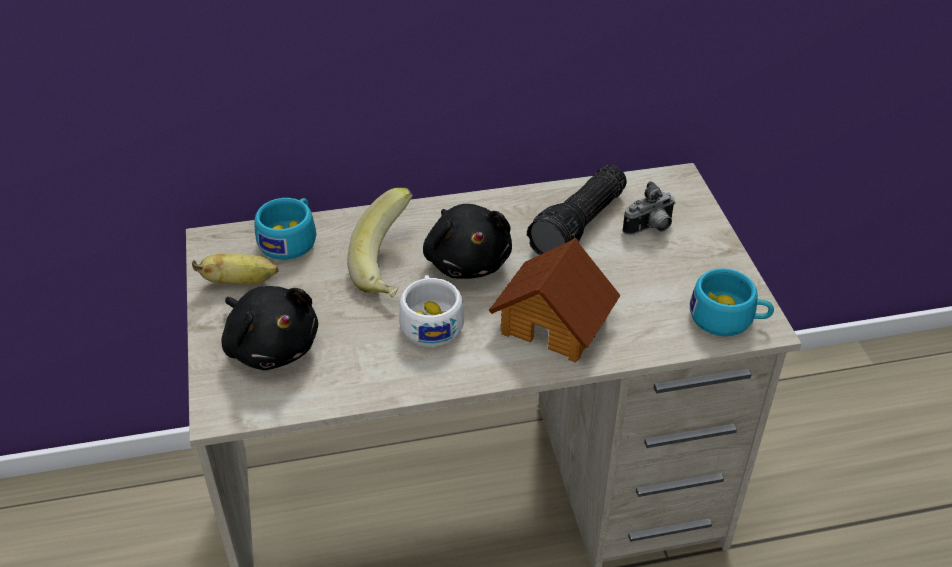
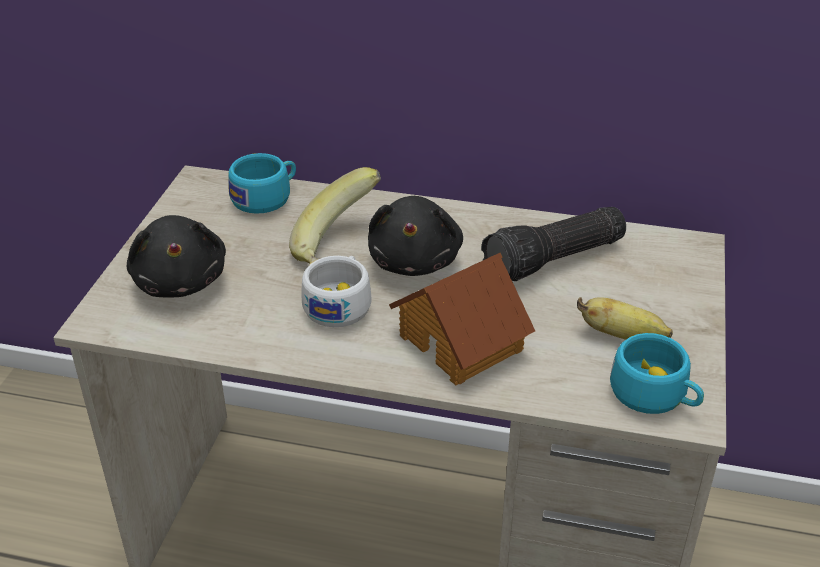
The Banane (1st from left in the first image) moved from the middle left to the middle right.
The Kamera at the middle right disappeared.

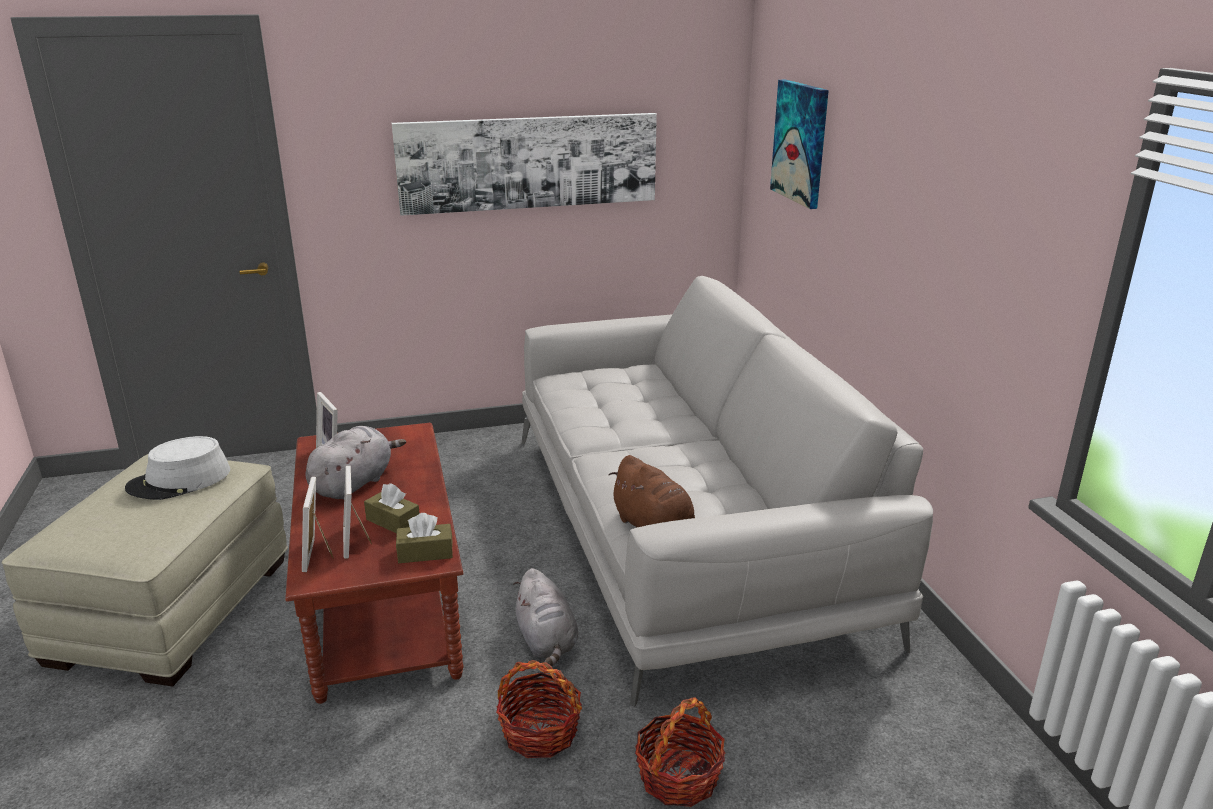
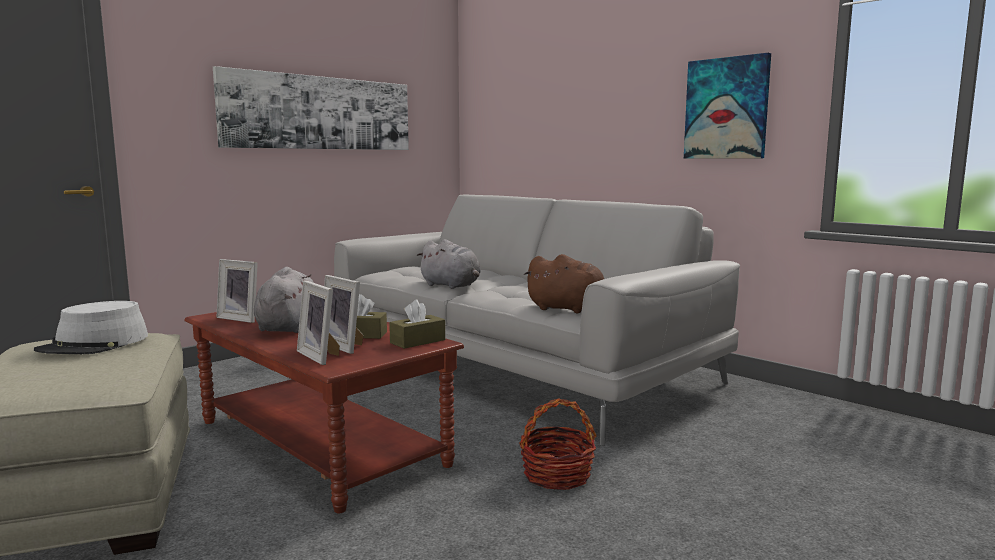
The Plüschtier/grau (2nd from left) moved from the bottom centre to the centre.
The Korb (2nd from left) at the bottom centre disappeared.
The Bild (2nd from left) moved from the top centre to the top right.

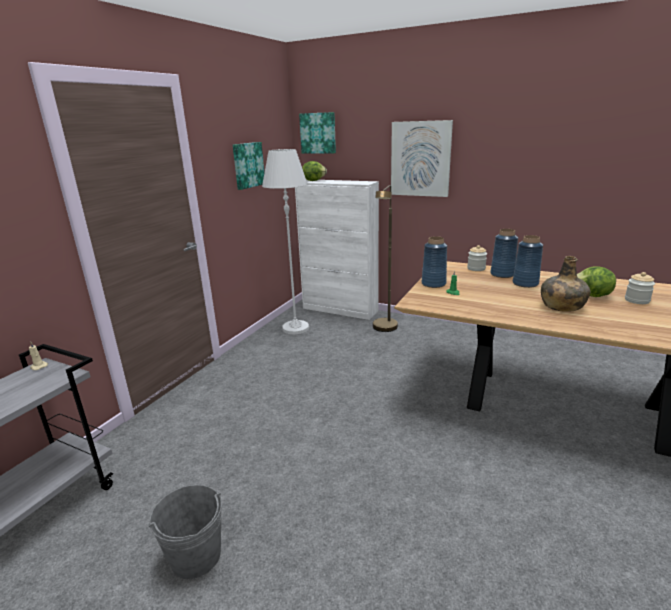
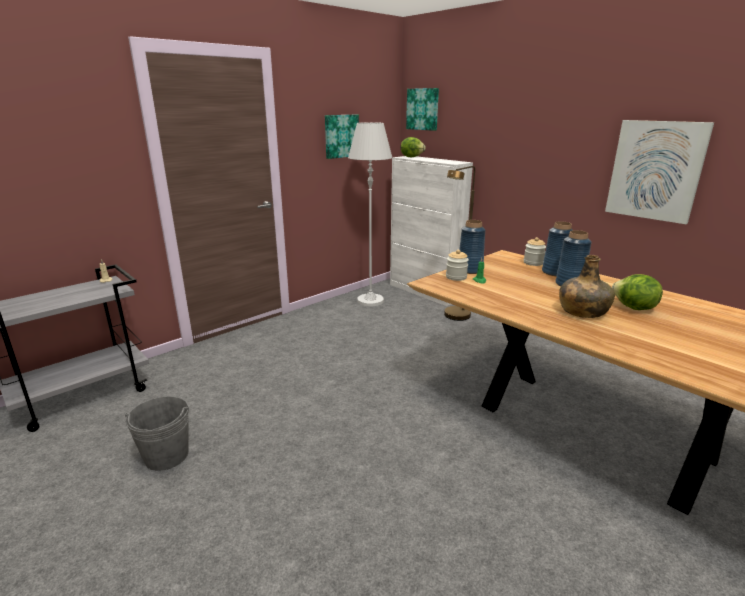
The Bild (3rd from left) moved from the top centre to the top right.
The Vorratsglas (2nd from left in the first image) moved from the middle right to the centre.

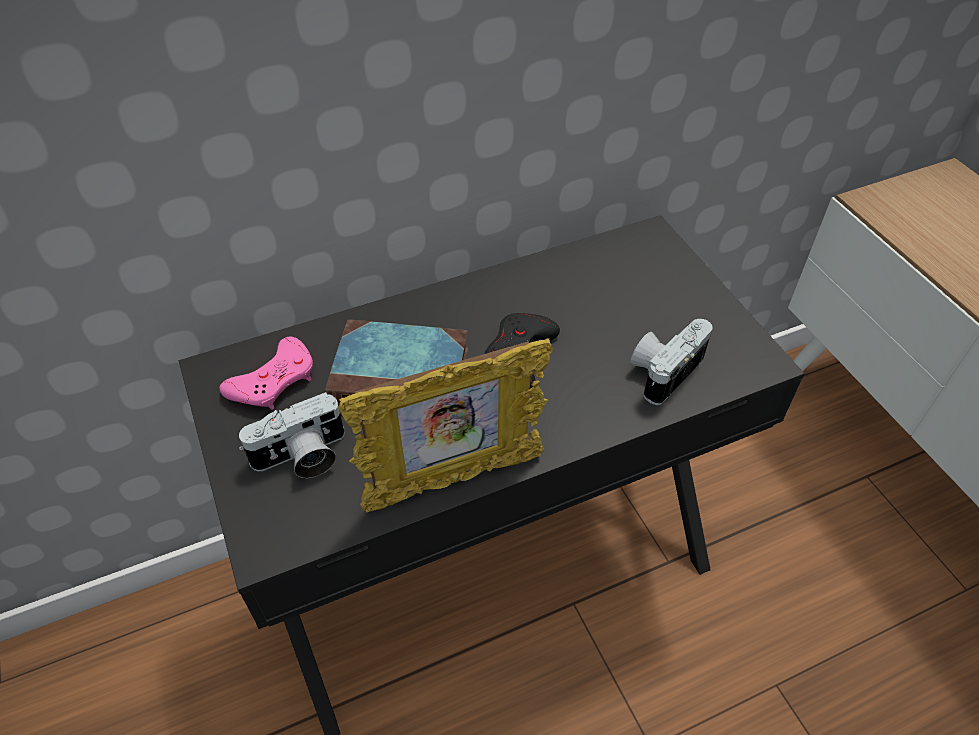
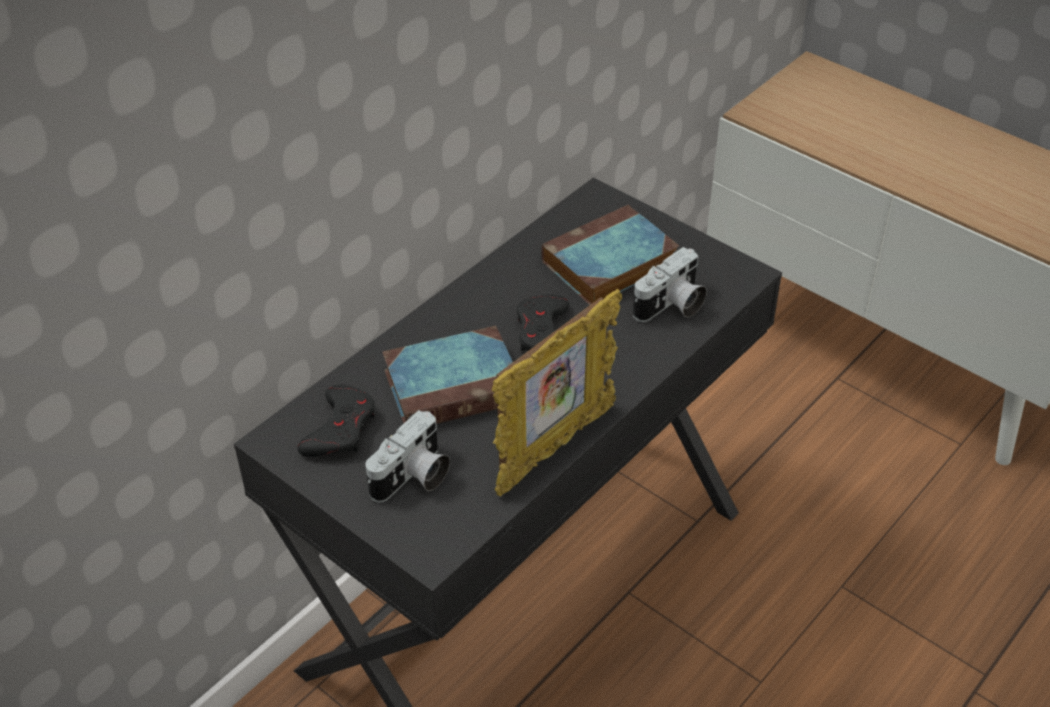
The Gamepad/rosa at the middle left became the Gamepad/schwarz (1st from left) at the middle left.
The Kamera (2nd from left) at the middle right turned 150 degrees counterclockwise.
The Buch (2nd from left) at the centre appeared.

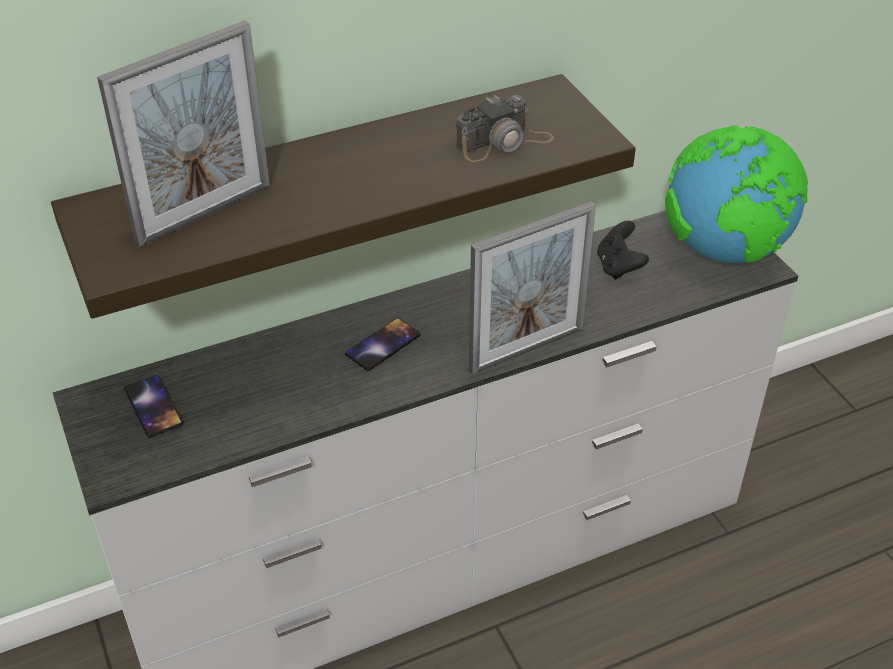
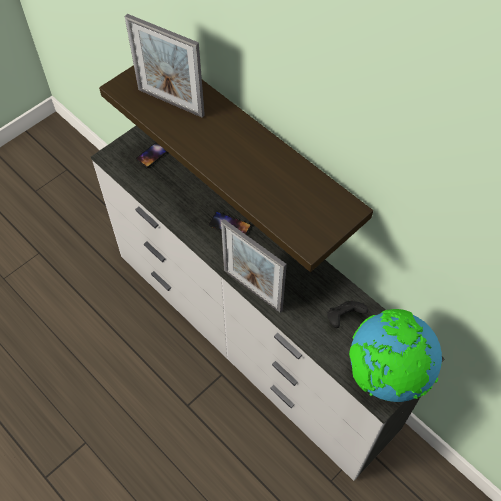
The Kamera at the top centre disappeared.

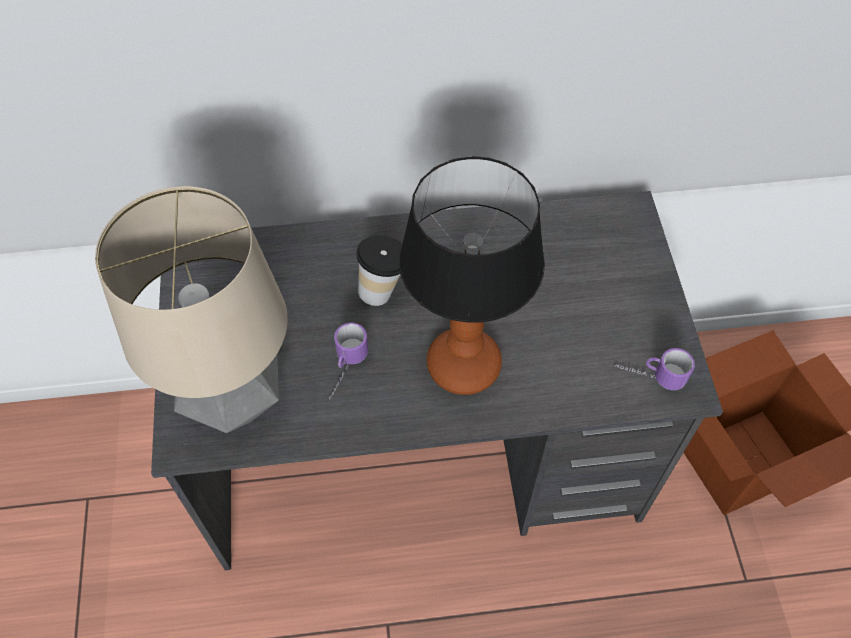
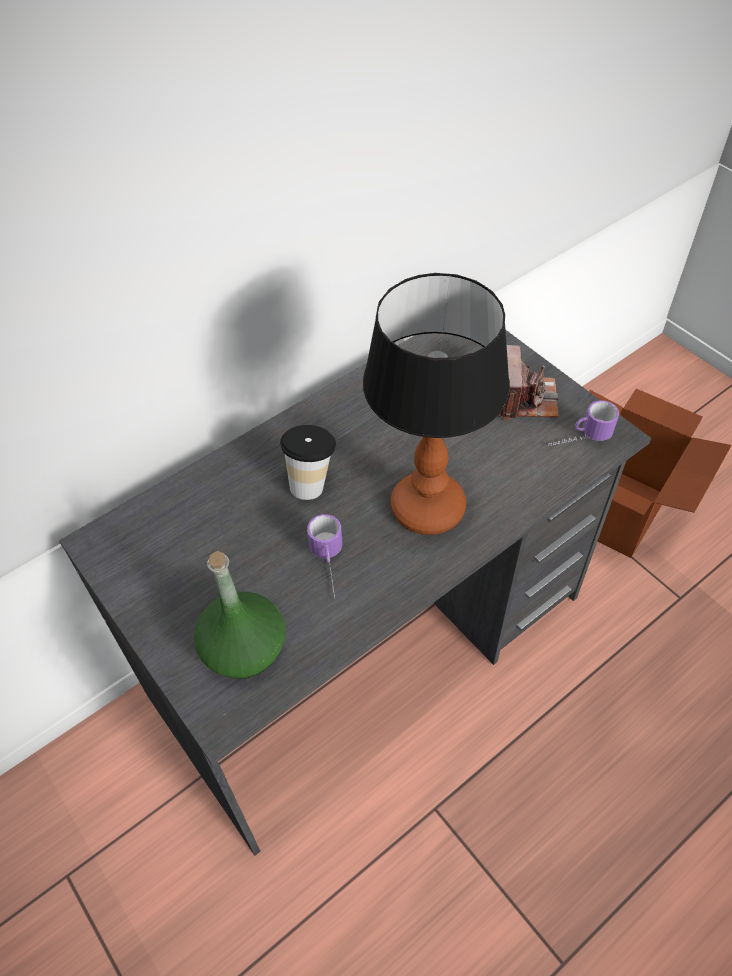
The Tischlampe (1st from left) at the middle left was replaced by the Flasche/grün at the middle left.
The Kamera at the middle right appeared.

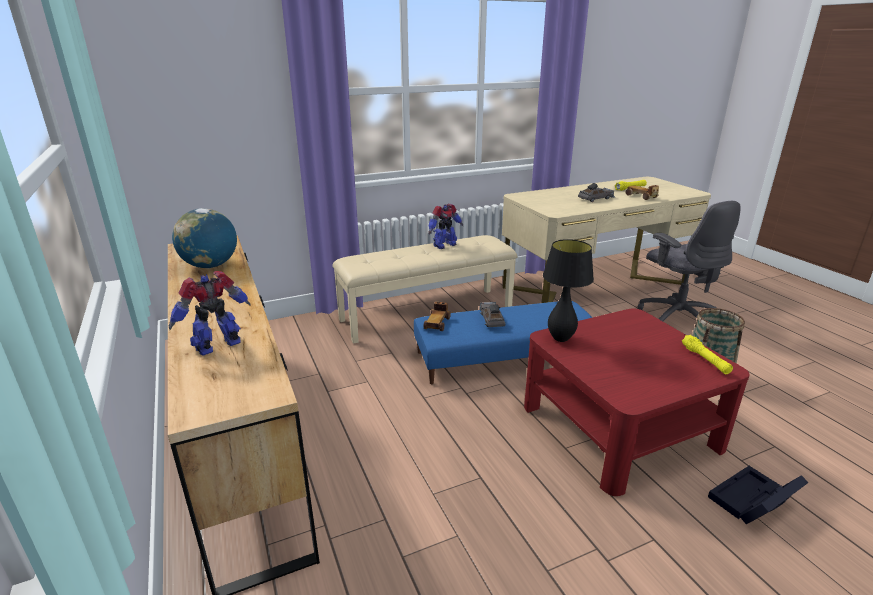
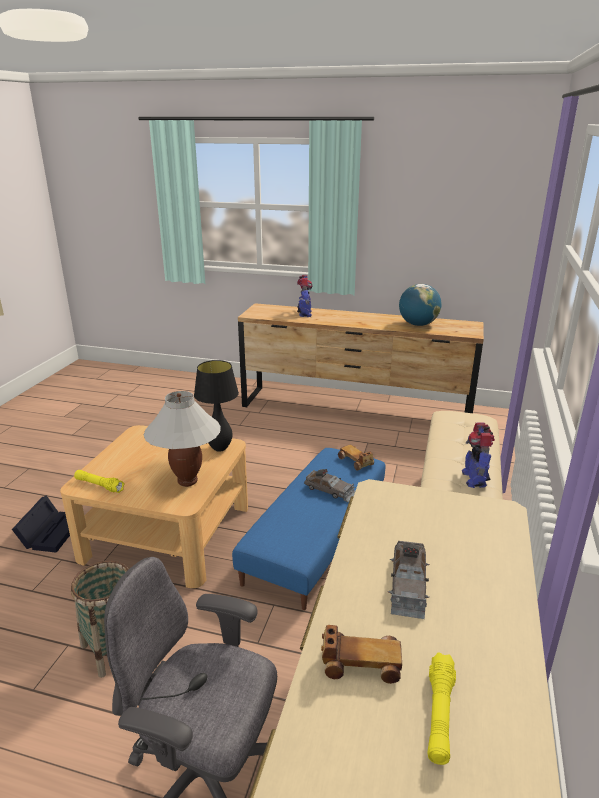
The Couchtisch/rot at the bottom right became the Couchtisch/beige at the middle left.
The Tischlampe/weiß at the middle left appeared.

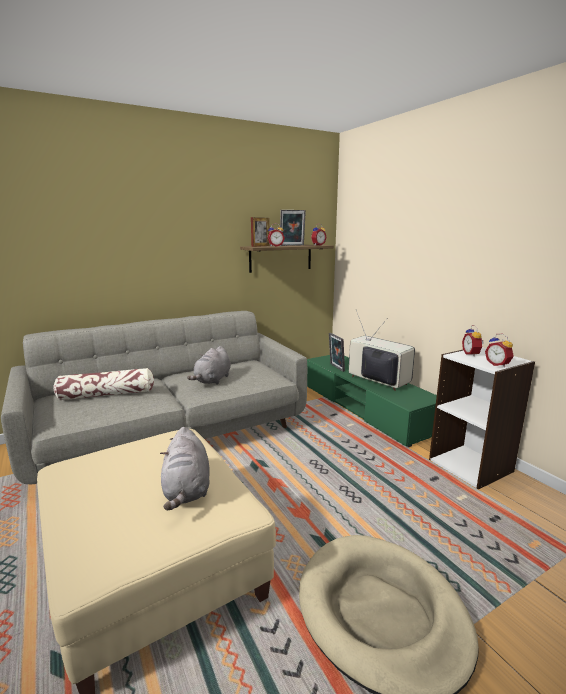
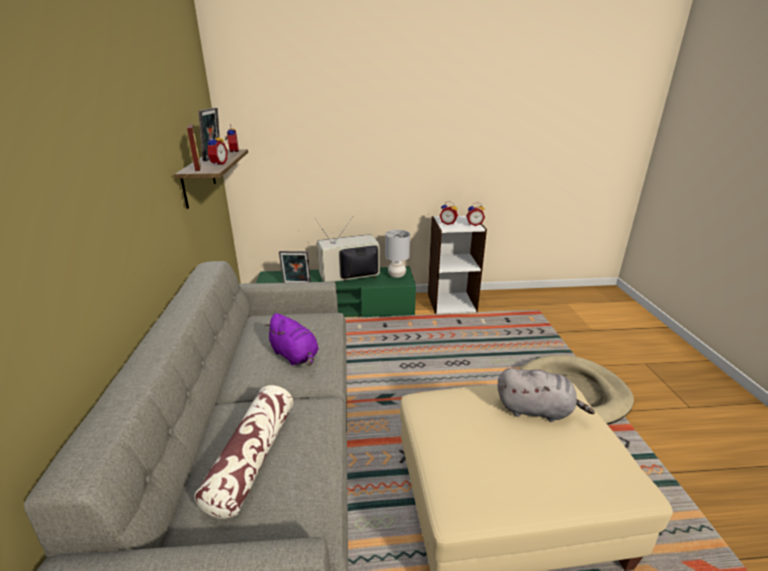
The Plüschtier/grau (2nd from left) at the centre became the Plüschtier/lila at the centre.
The Tischlampe/grau at the centre appeared.

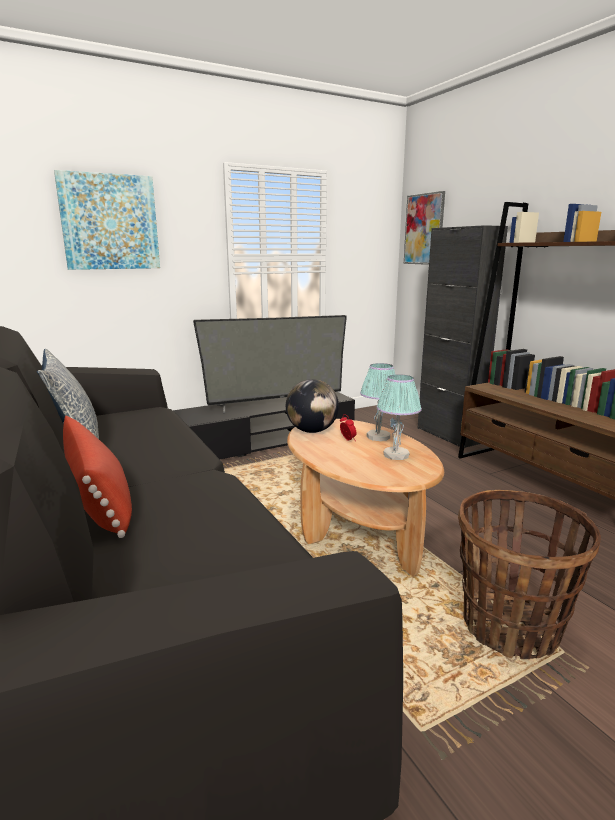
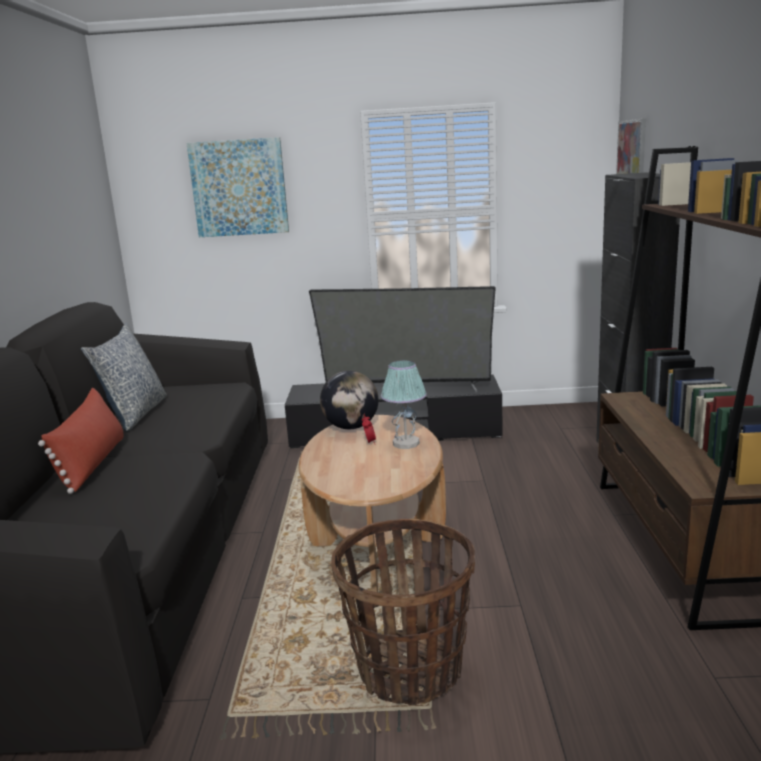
The Tischlampe (2nd from left) at the centre disappeared.

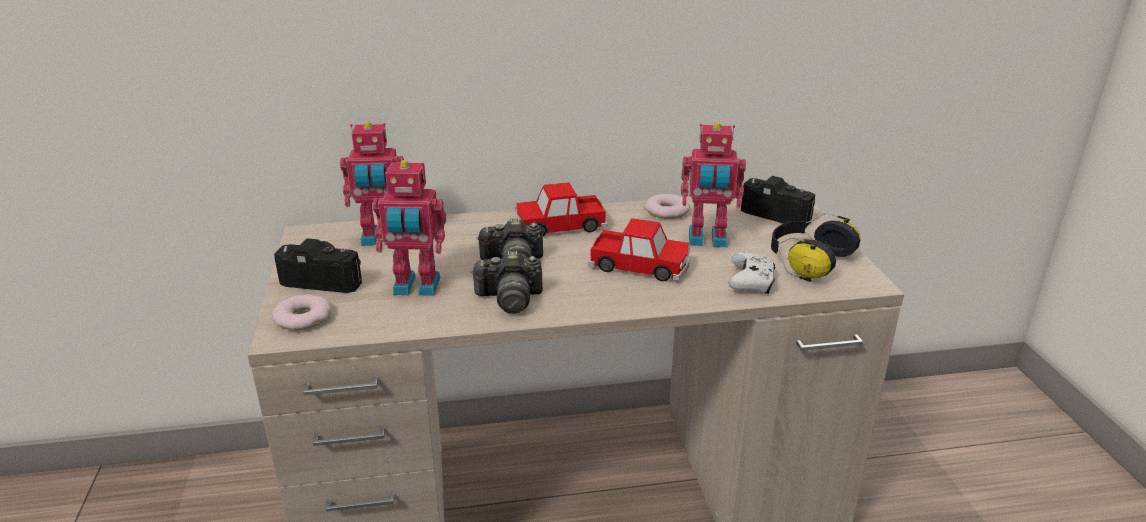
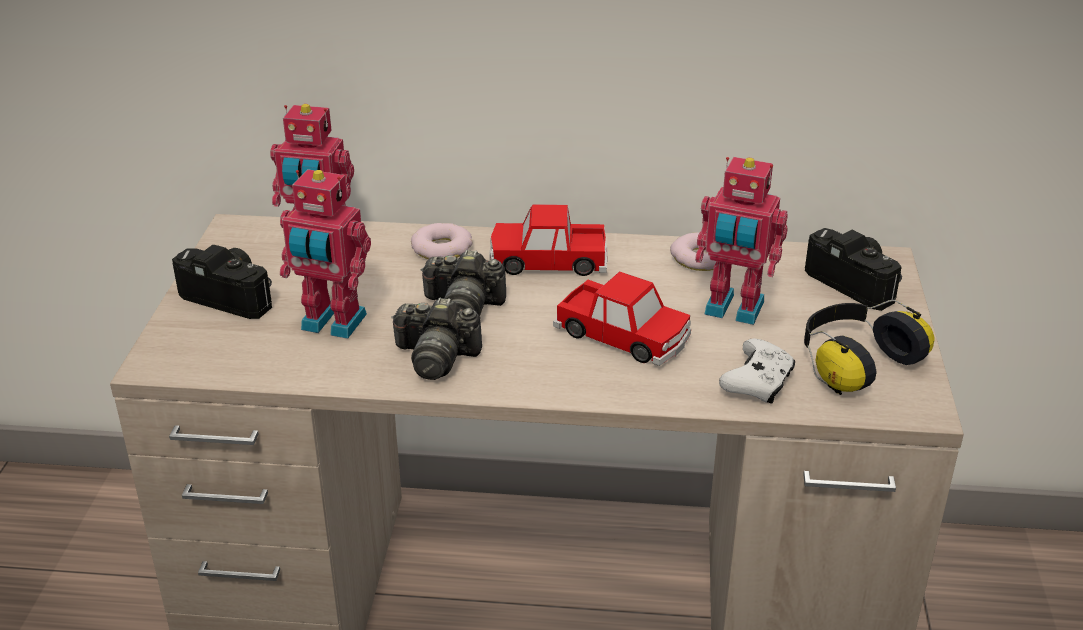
The Donut (1st from left) moved from the middle left to the centre.

